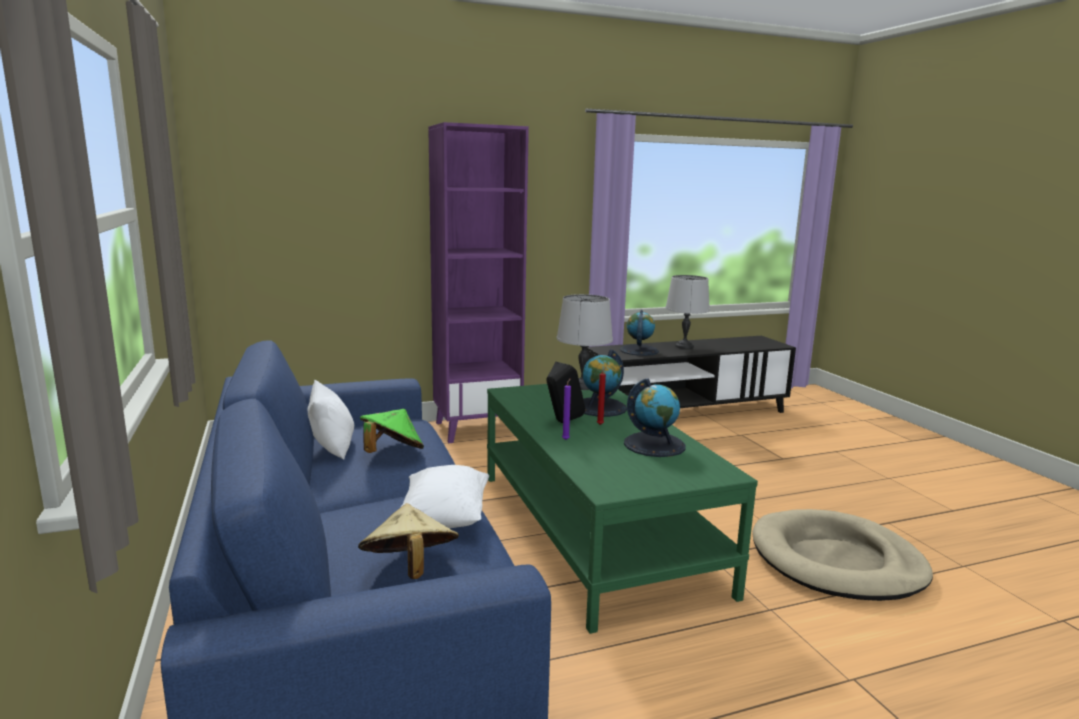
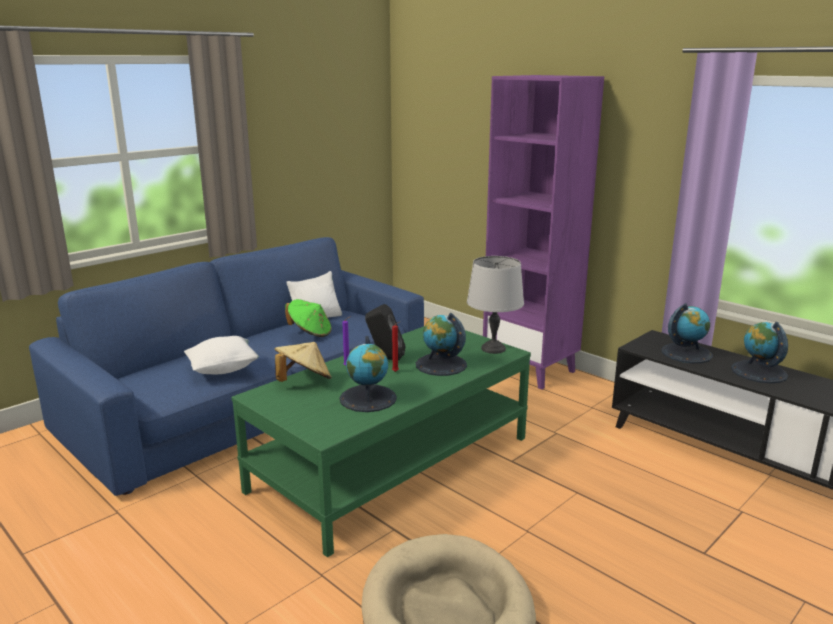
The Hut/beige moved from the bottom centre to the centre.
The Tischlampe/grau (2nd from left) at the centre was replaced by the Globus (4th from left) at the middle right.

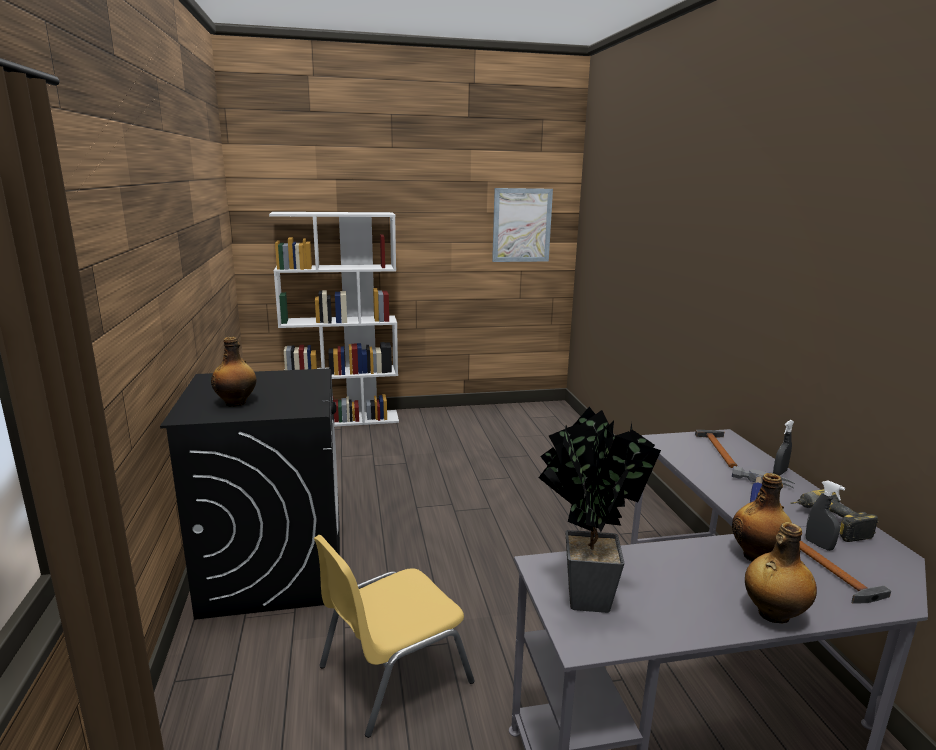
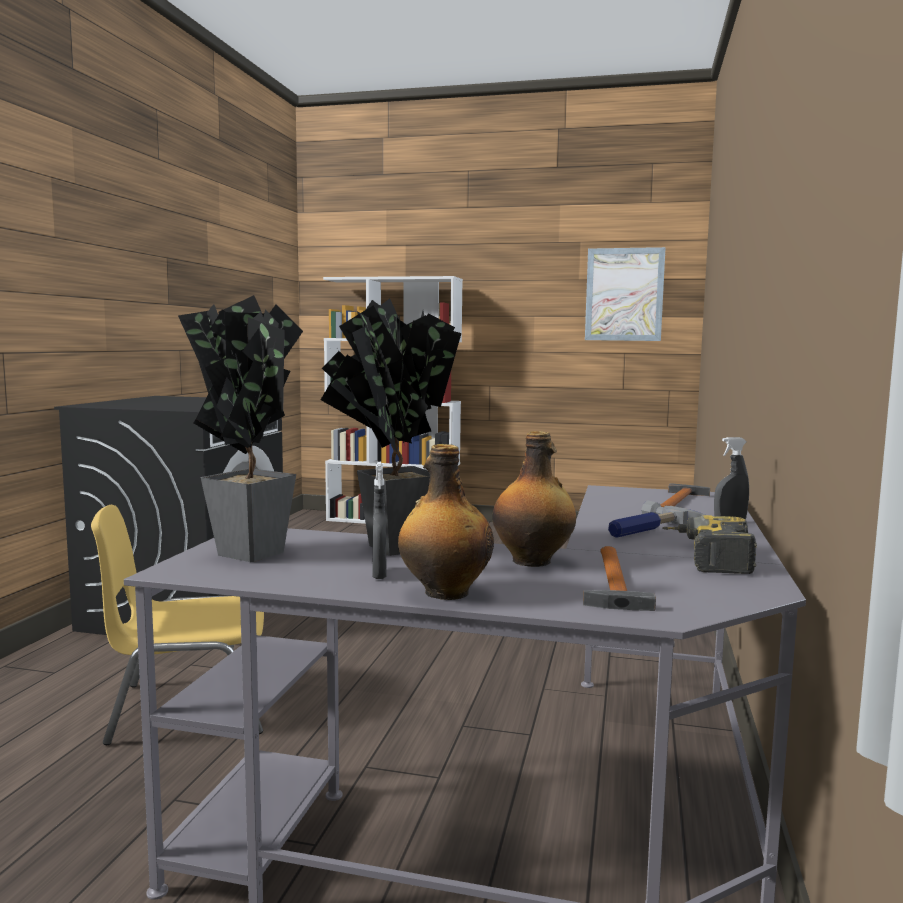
The Flasche (1st from left) at the middle left disappeared.
The Sprühflasche/grau (2nd from left in the first image) moved from the bottom right to the centre.
The Topfpflanze (2nd from left) at the centre appeared.

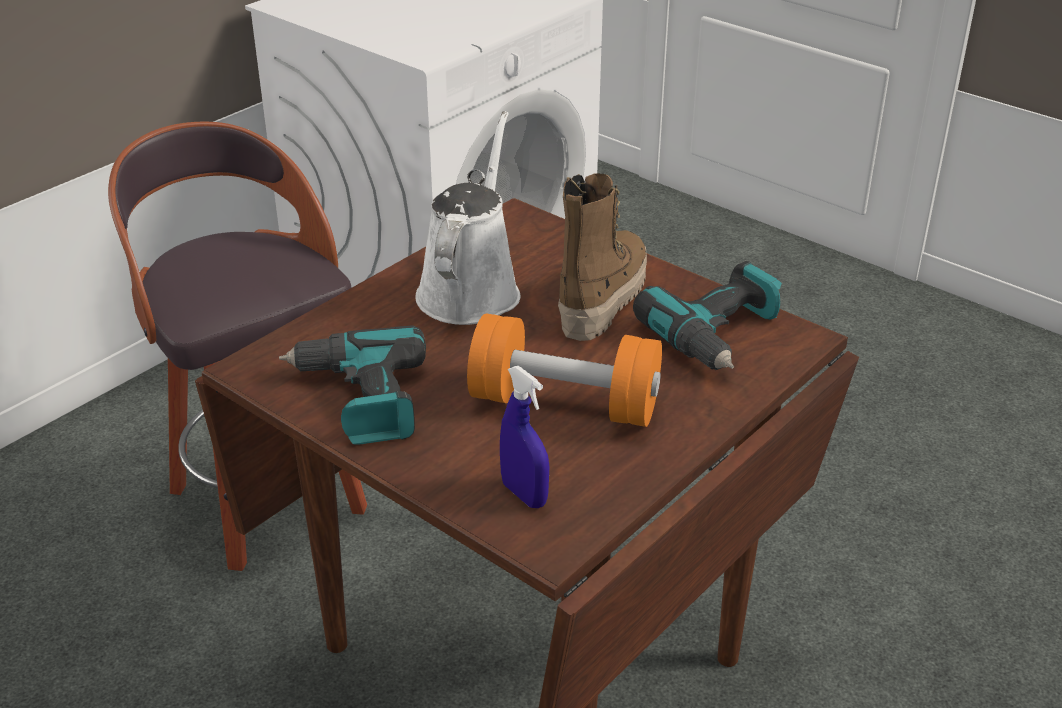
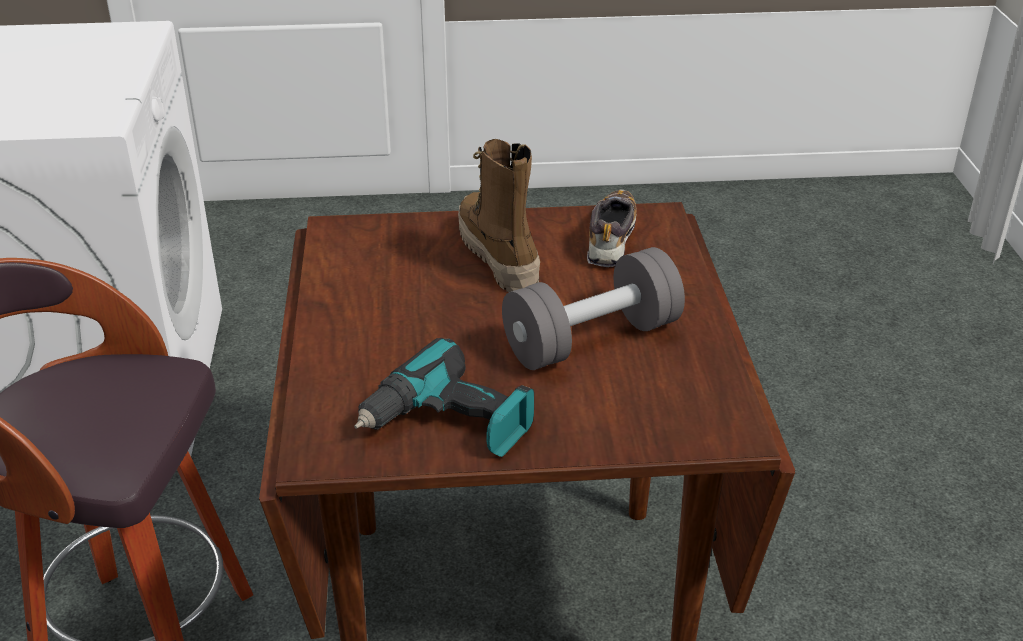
The Gießkanne/weiß at the top centre disappeared.
The Hantel/orange at the centre became the Hantel/grau at the centre.
The Sprühflasche/blau at the centre disappeared.
The Bohrmaschine (2nd from left) at the centre was replaced by the Schuh at the centre.

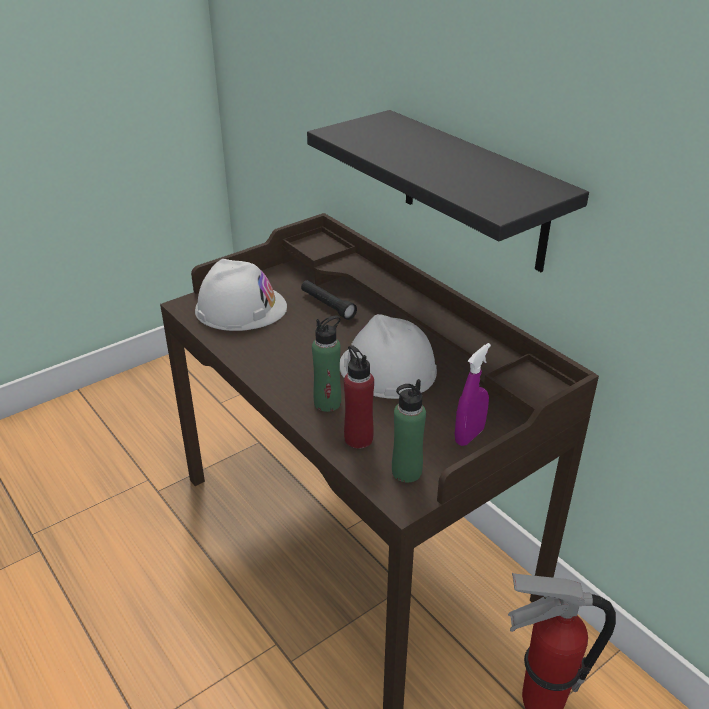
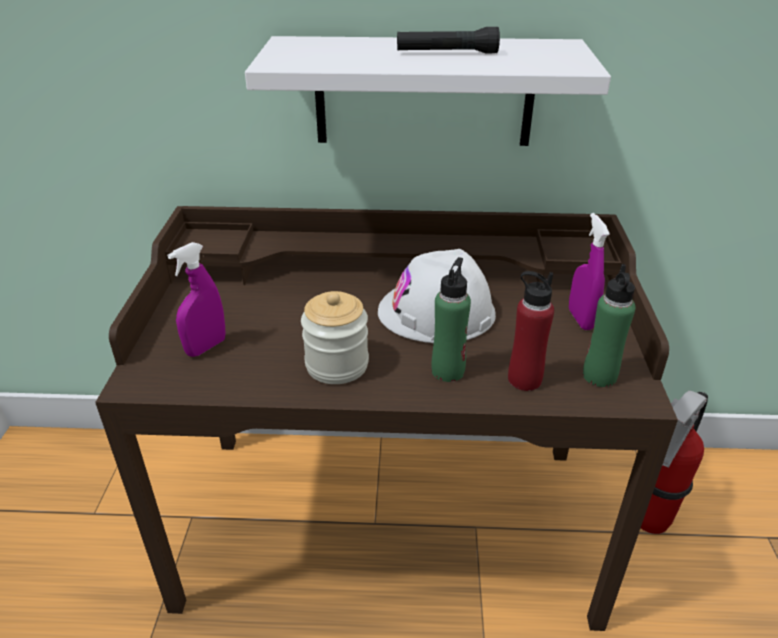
The Schutzhelm/weiß (1st from left) at the centre was replaced by the Sprühflasche/lila (1st from left) at the middle left.
The Taschenlampe/schwarz moved from the centre to the top centre.
The Wandregal/schwarz at the top centre became the Wandregal/weiß at the top centre.
The Vorratsglas at the centre appeared.

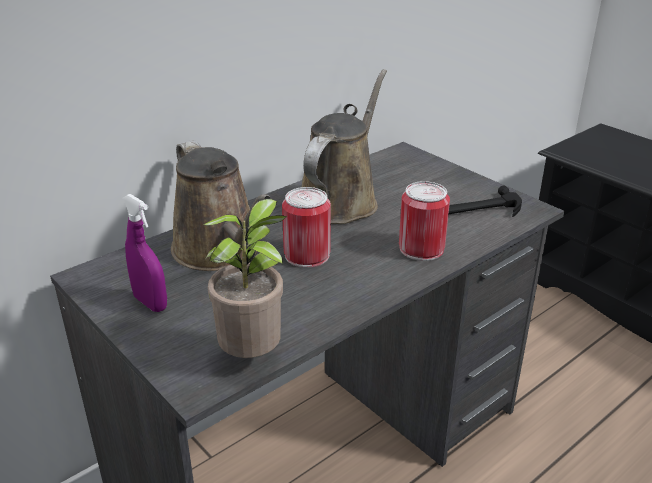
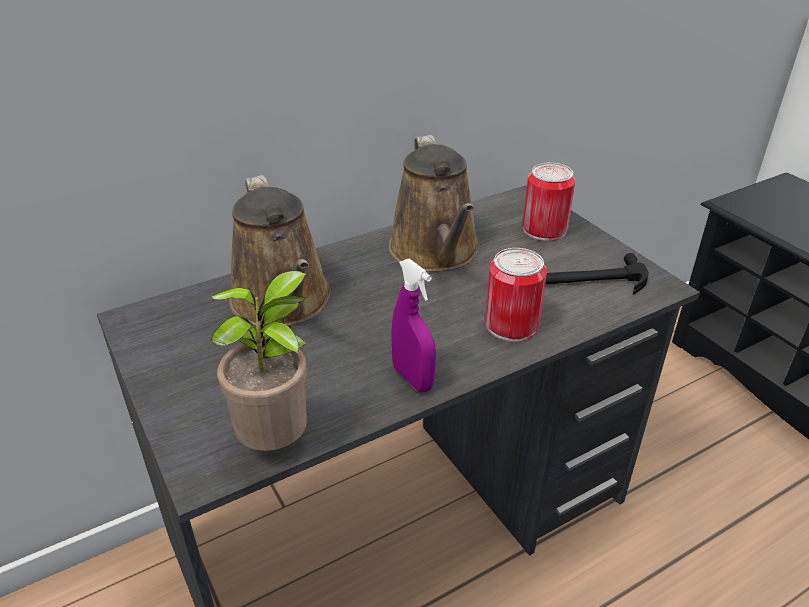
The Sprühflasche/lila moved from the middle left to the centre.
The Dose (1st from left in the first image) moved from the centre to the top right.
The Gießkanne/braun (2nd from left) at the top centre turned 135 degrees clockwise.

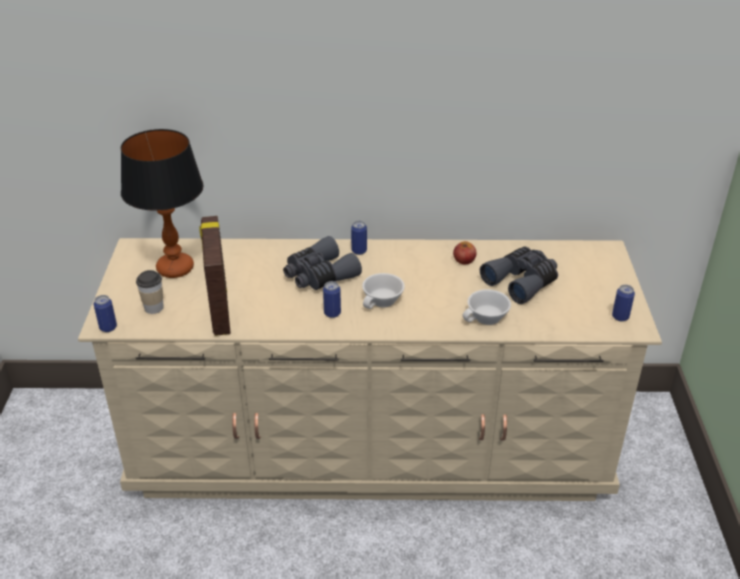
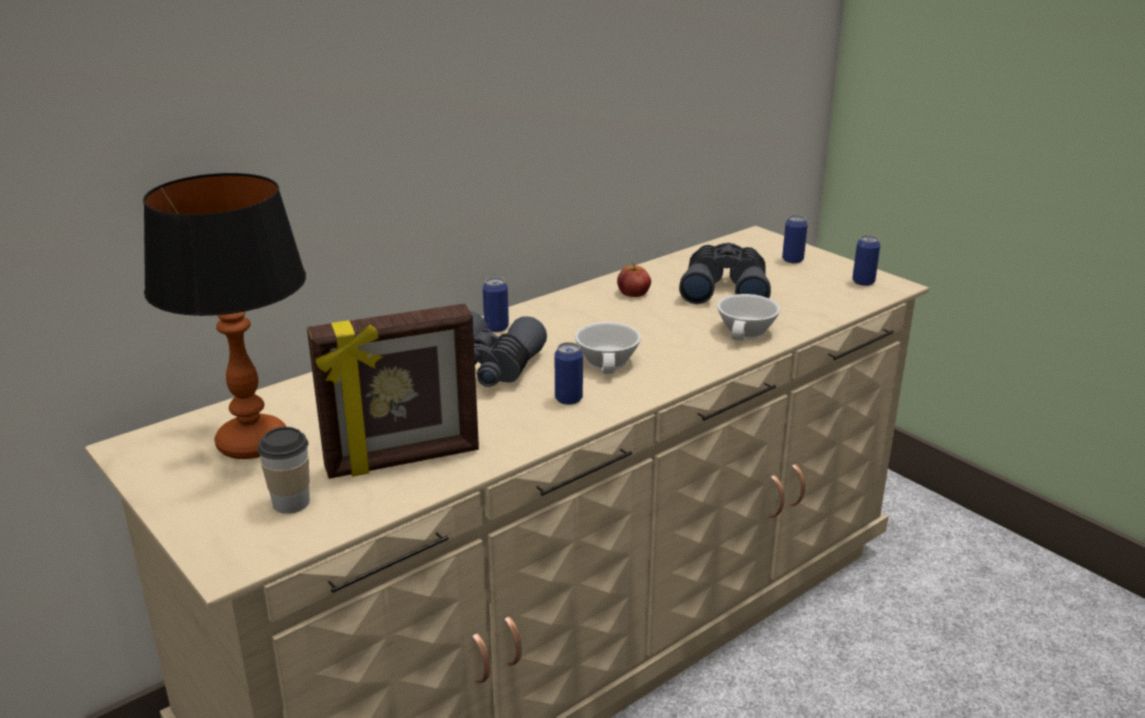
The Dose (1st from left in the first image) moved from the middle left to the top right.
The Bilderrahmen at the middle left turned 60 degrees counterclockwise.

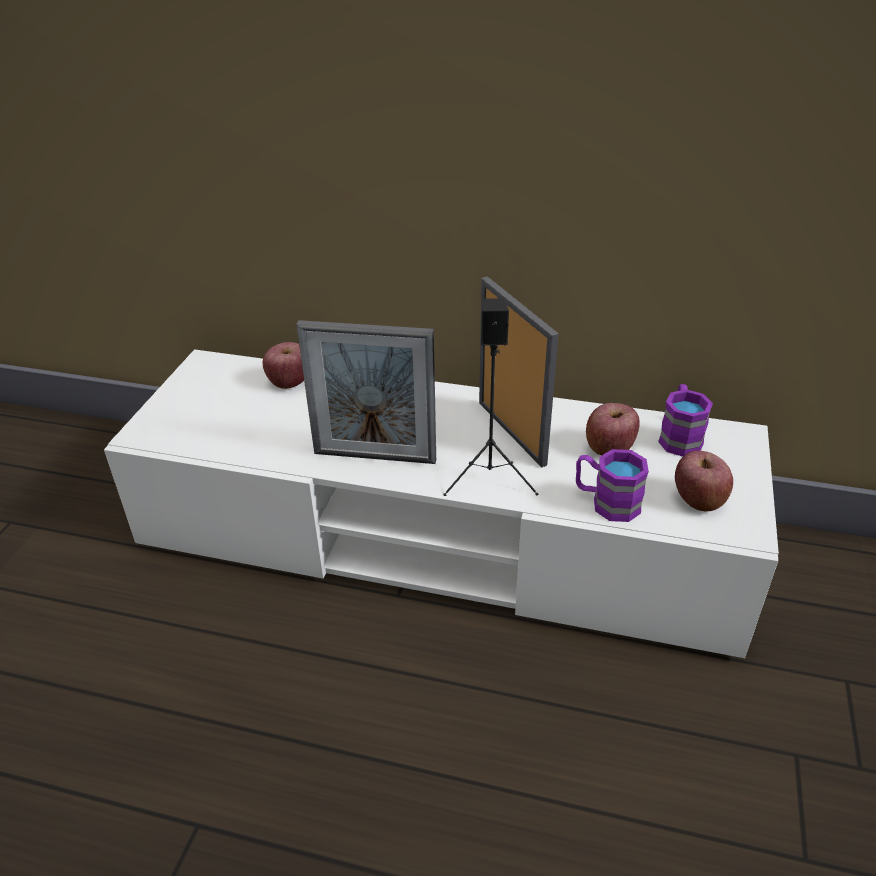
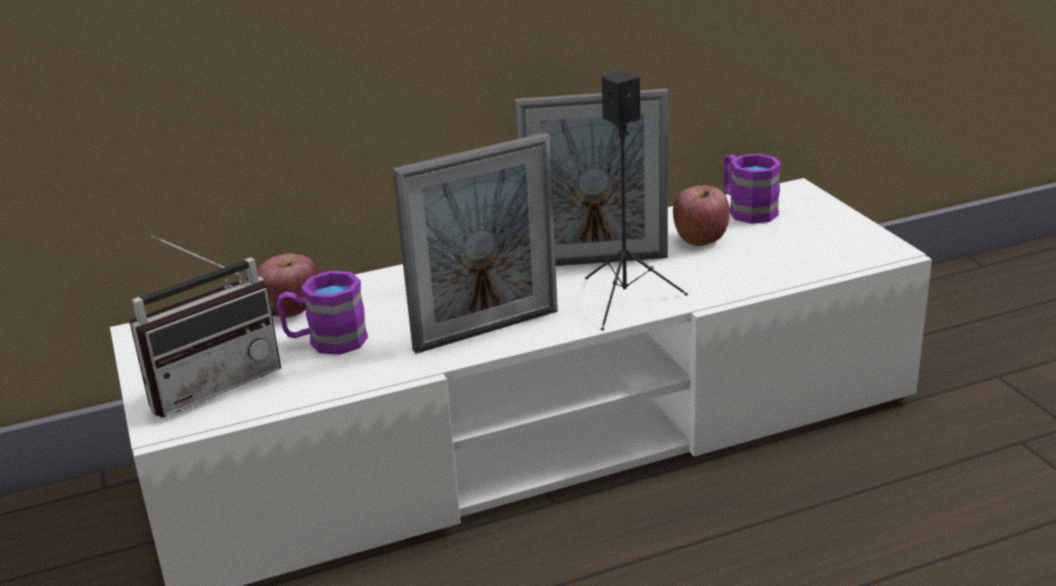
The Bilderrahmen (2nd from left) at the centre turned 150 degrees clockwise.
The Henkelbecher/lila (1st from left) moved from the middle right to the middle left.
The Apfel (3rd from left) at the middle right disappeared.
The Radio at the middle left appeared.

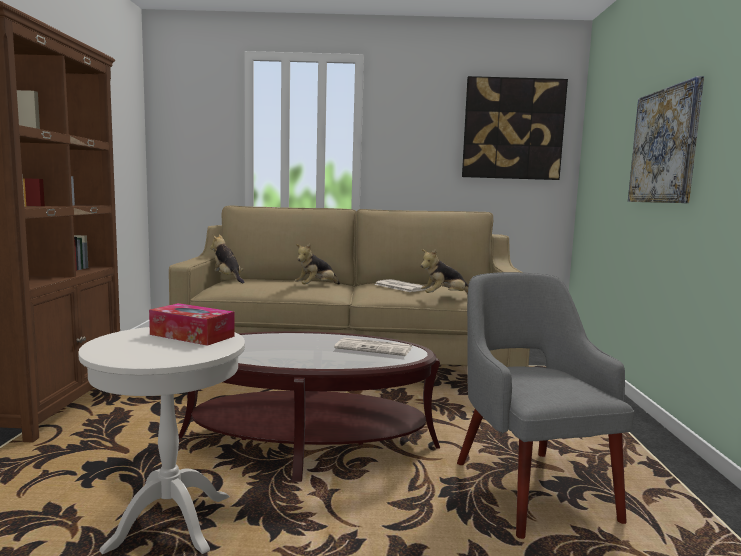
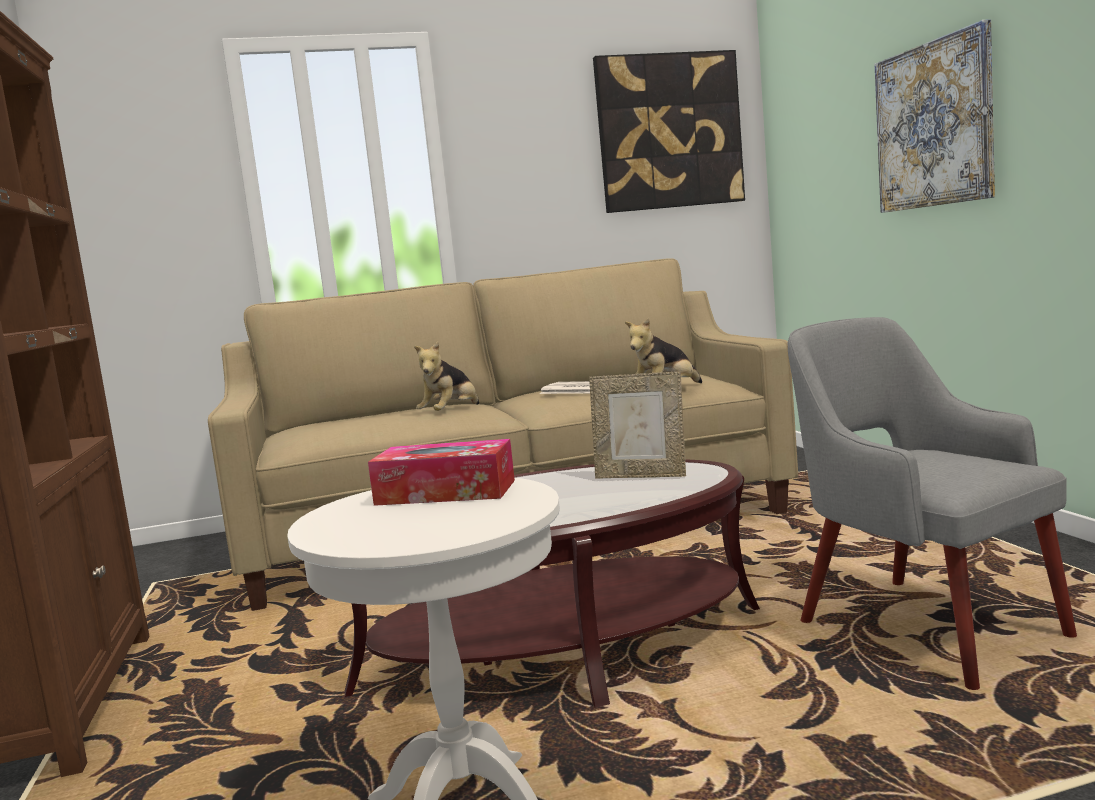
The Plüschtier (1st from left) at the middle left disappeared.
The Zeitung (1st from left) at the centre was replaced by the Bilderrahmen at the centre.

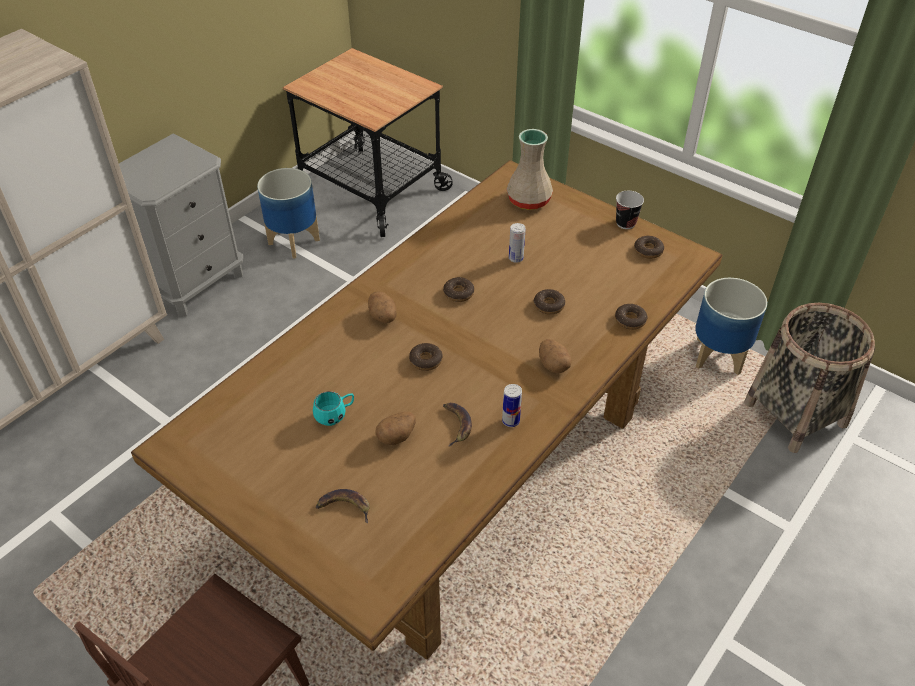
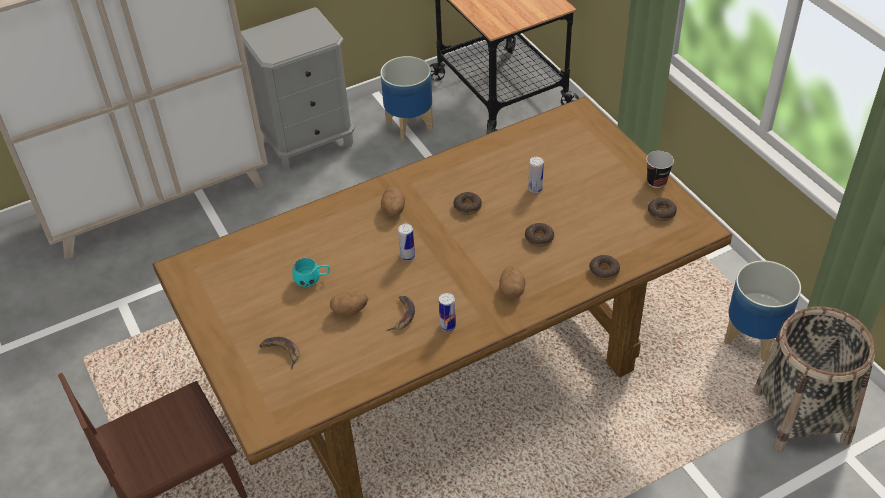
The Donut (1st from left) at the centre was replaced by the Dose (1st from left) at the centre.
The Vase/beige at the top centre disappeared.

